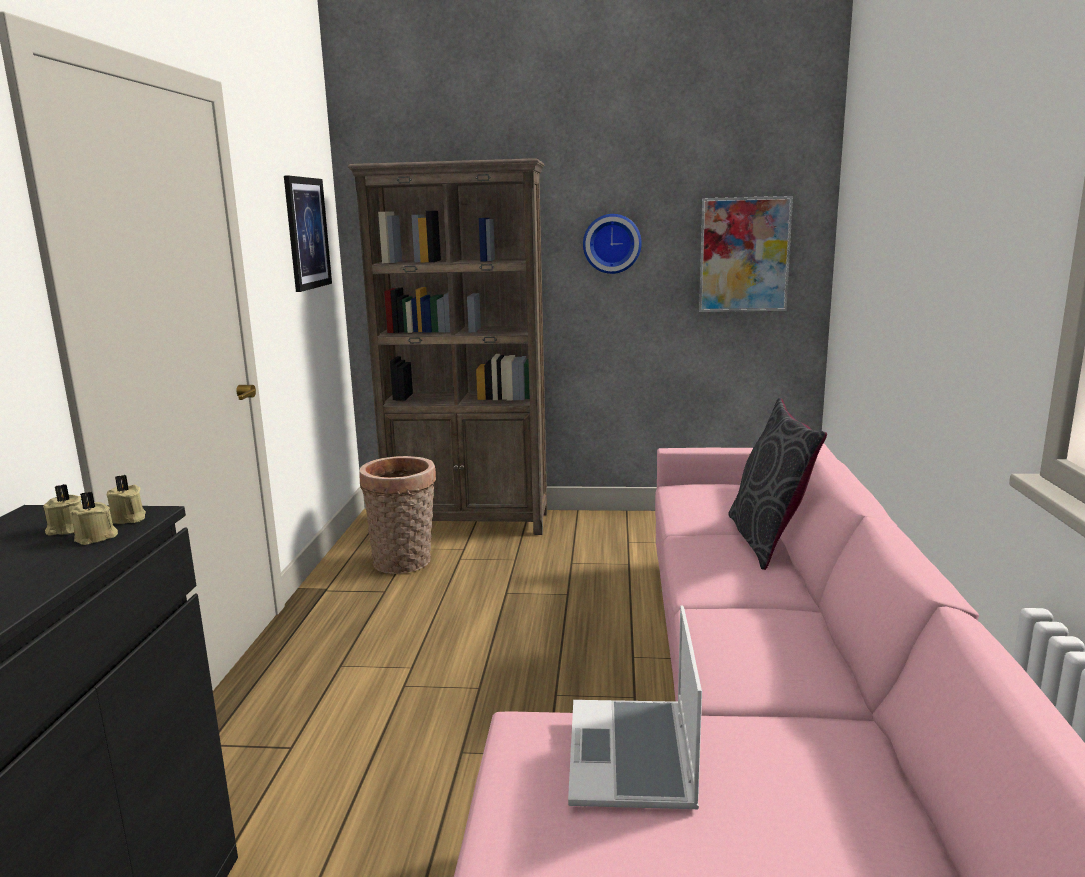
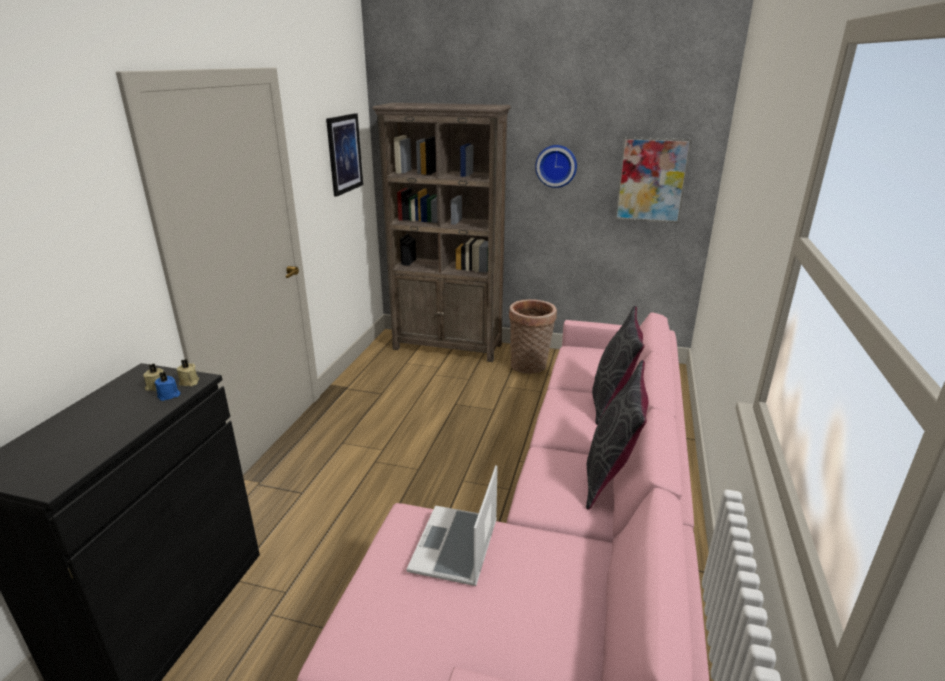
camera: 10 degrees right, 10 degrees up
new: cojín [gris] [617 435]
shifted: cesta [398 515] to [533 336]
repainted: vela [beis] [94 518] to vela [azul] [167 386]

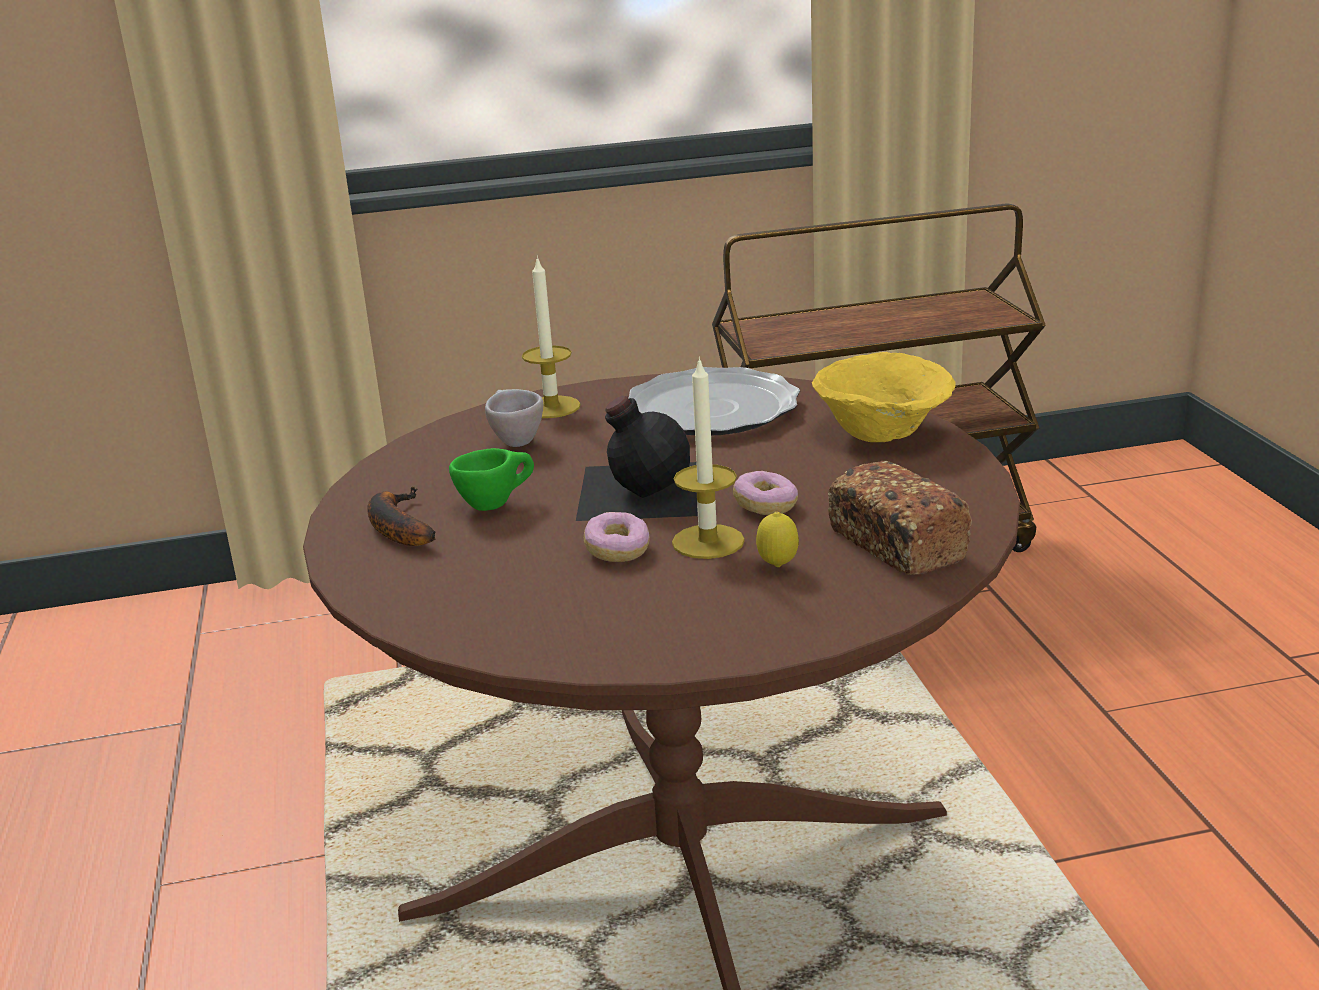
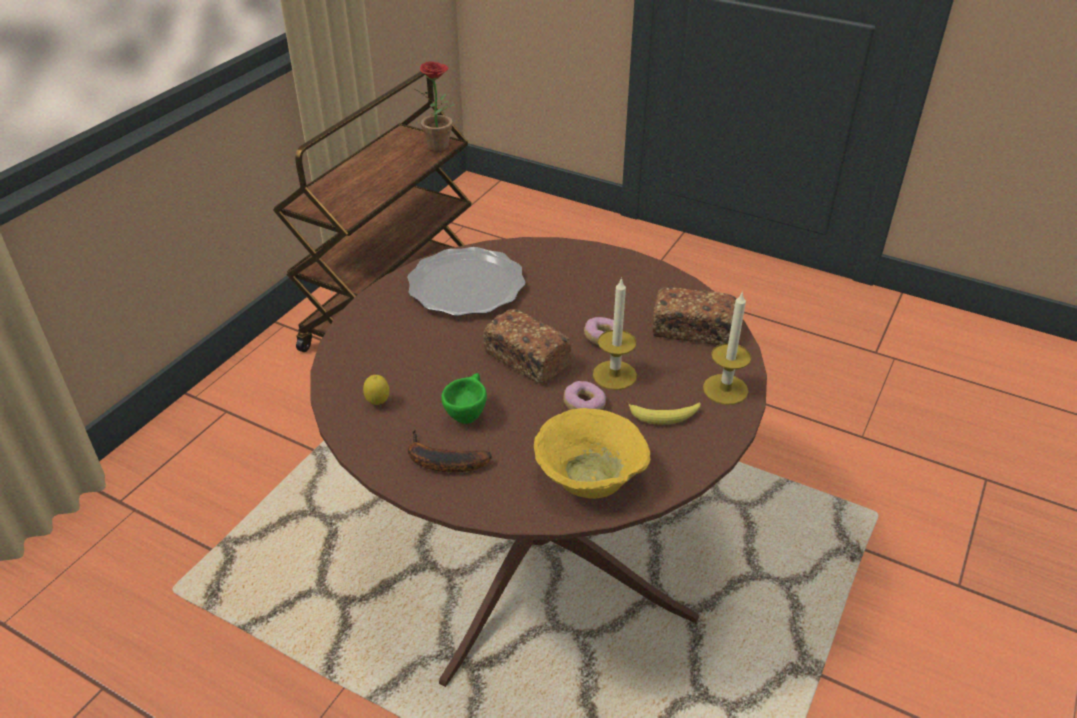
camera: 50 degrees left, 15 degrees up
gone: taza [beis] [514 418]
new: planta en maceta [435 106]; plátano [663 413]
shifted: vela [551 337] to [727 348]; limón [777 539] to [376 390]; cuenco [amarillo] [884 397] to [592 453]
swapped: botella [negro] [637 458] to pan [527 346]

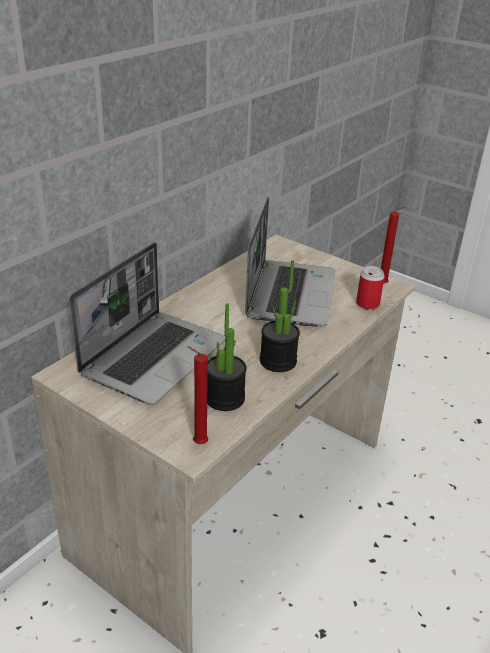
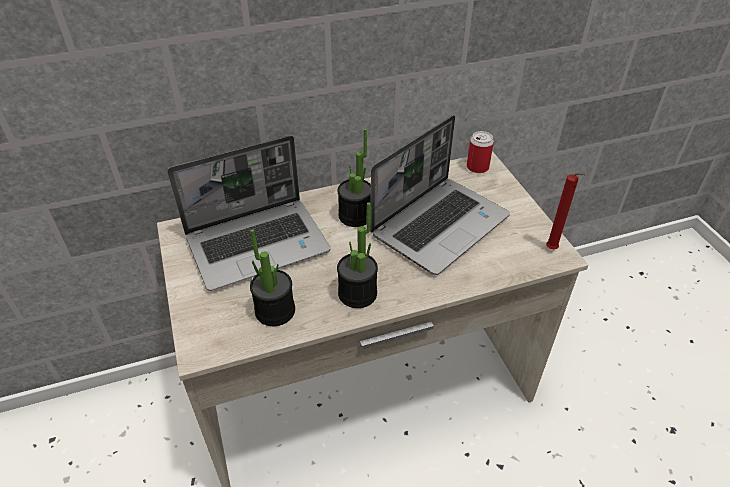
camera: 35 degrees right, 10 degrees up
gone: vela [rojo] [197 395]
new: planta en maceta [354 178]
shifted: lata [370 288] to [480 152]

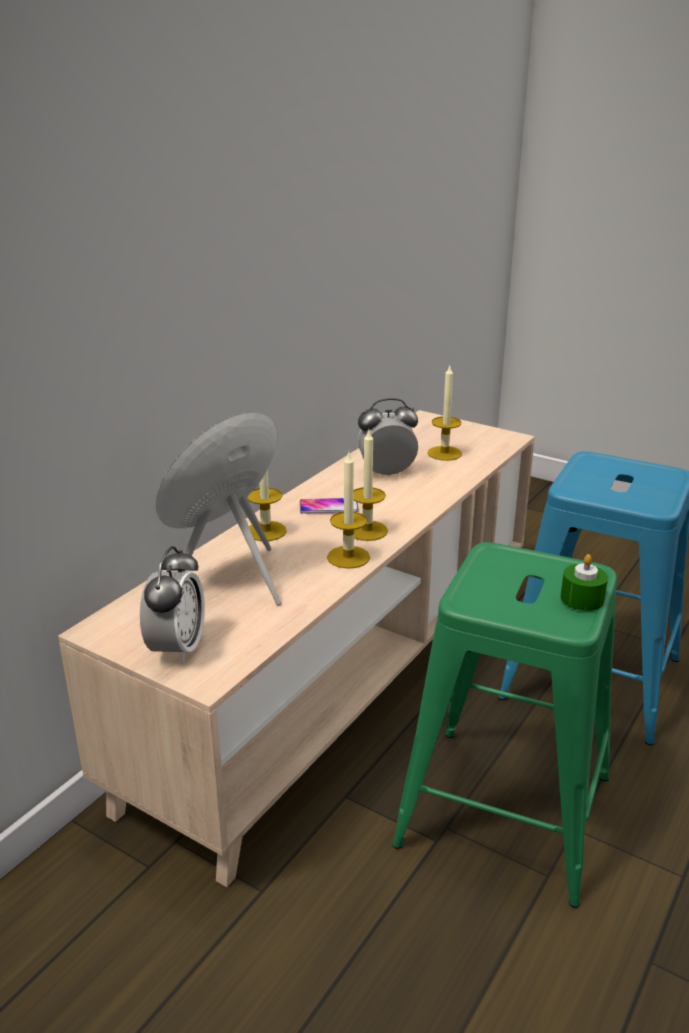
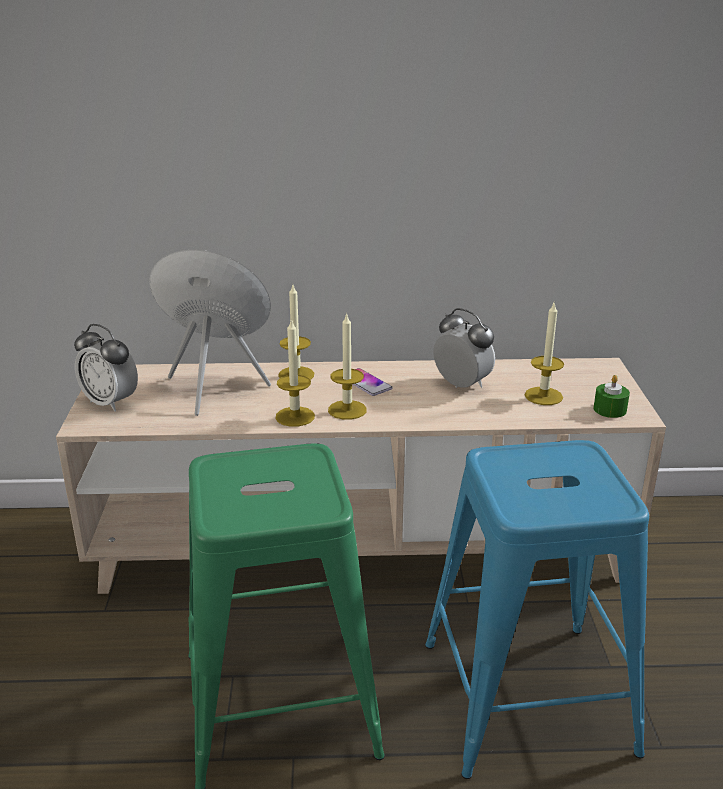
camera: 55 degrees right, 0 degrees up
shifted: vela [verde] [584 582] to [611 396]
rotated: despertador [172 605] = [106 368] 60 degrees clockwise

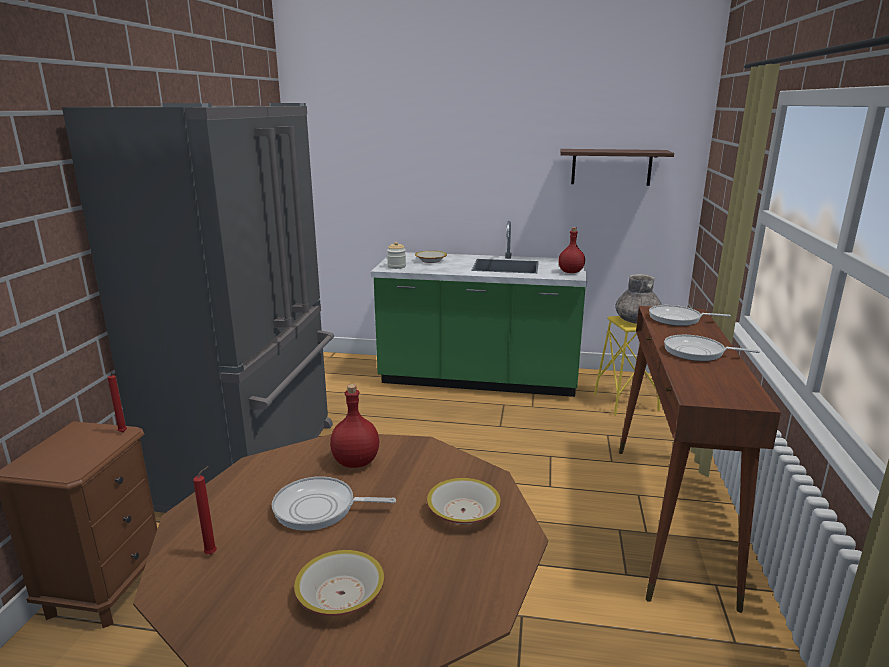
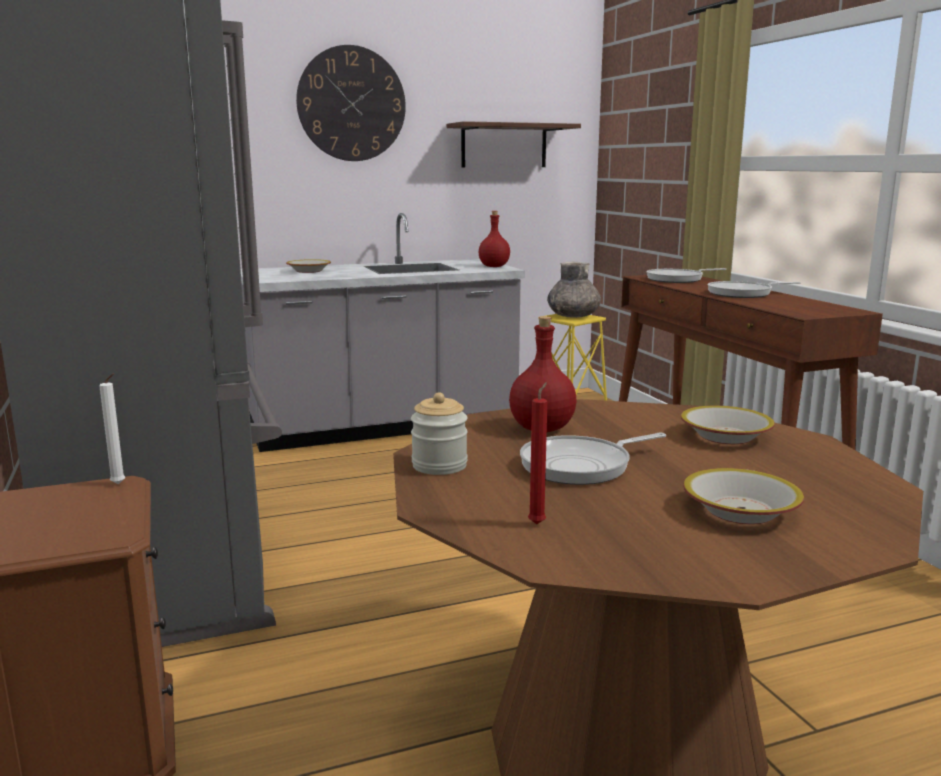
camera: 30 degrees left, 5 degrees down
new: reloj de pared [351 103]
shifted: tarro [396 255] to [439 433]
repainted: vela [rojo] [117 402] to vela [blanco] [112 429]; mueble bajo de cocina [verde] [479 309] to mueble bajo de cocina [gris] [383 332]

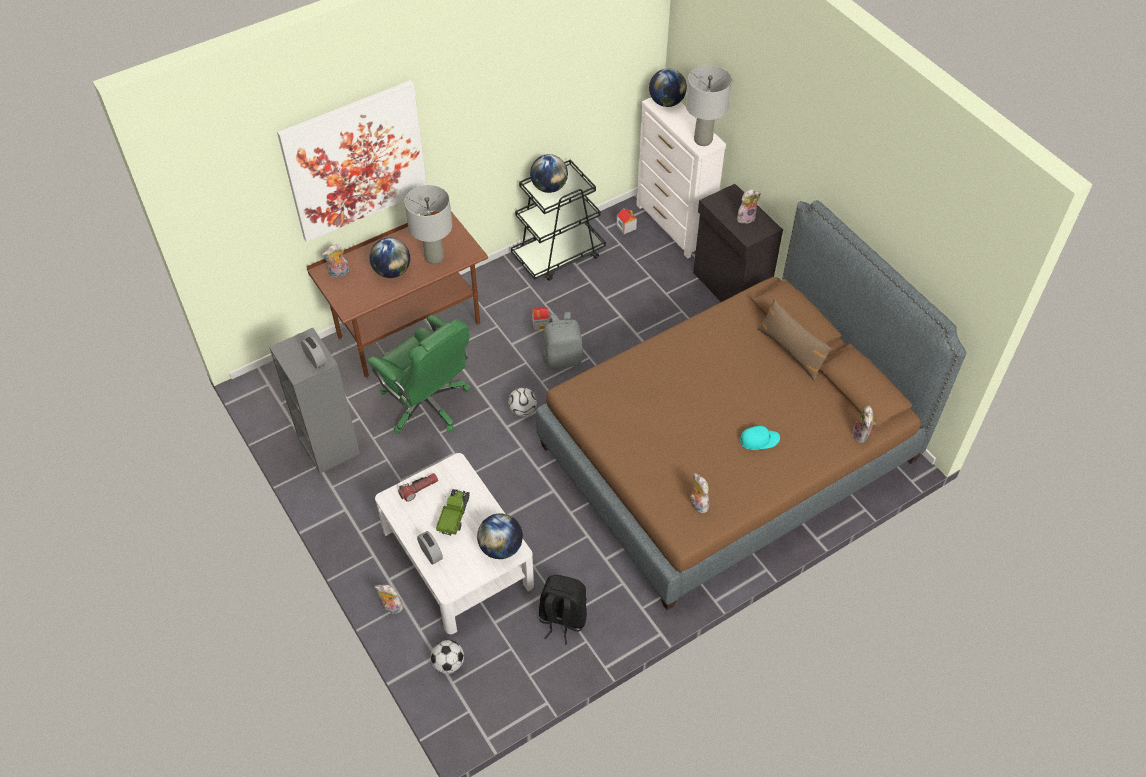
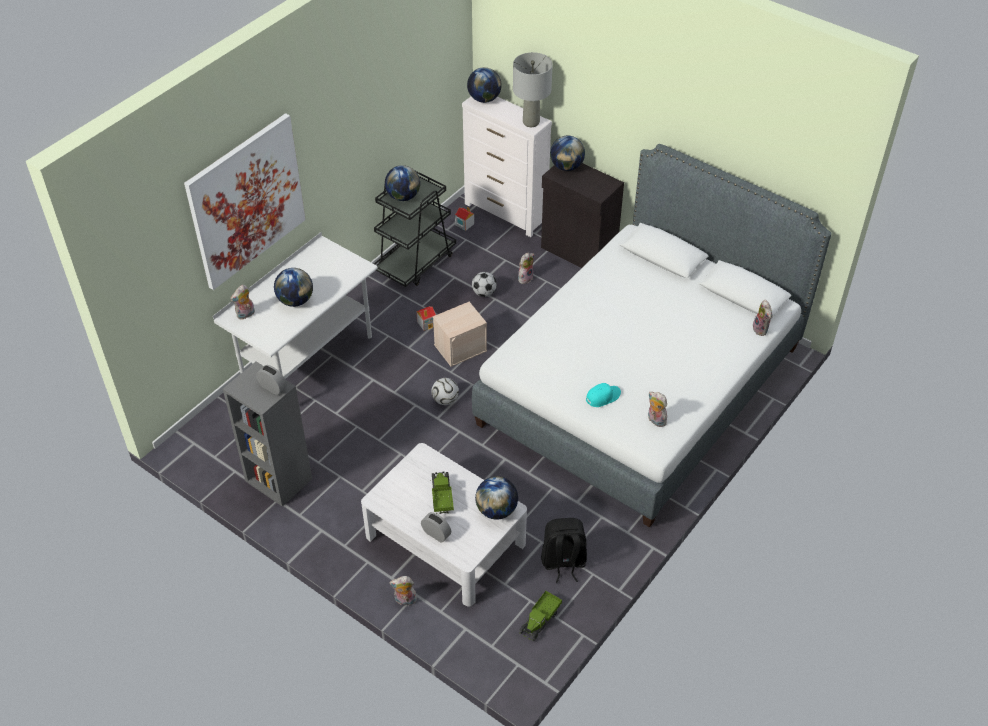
camera: 20 degrees left, 5 degrees down
gone: silla de oficina [verde] [419 374]; linterna [418 487]; lámpara de mesa [gris] [428 224]; cojín [marrón] [795 340]
new: camión de juguete [541 616]; globo terráqueo [567 153]
shifted: balón de fútbol [447 657] to [484 284]; peluche [749 206] to [526 268]; gorra [turquesa] [759 438] to [603 395]
swapped: mochila [gris] [563 340] to caja de almacenaje [beis] [460 334]
repainted: escritorio [marrón] [397 295] to escritorio [blanco] [295 305]; cama [marrón] [751 405] to cama [blanco] [652 336]

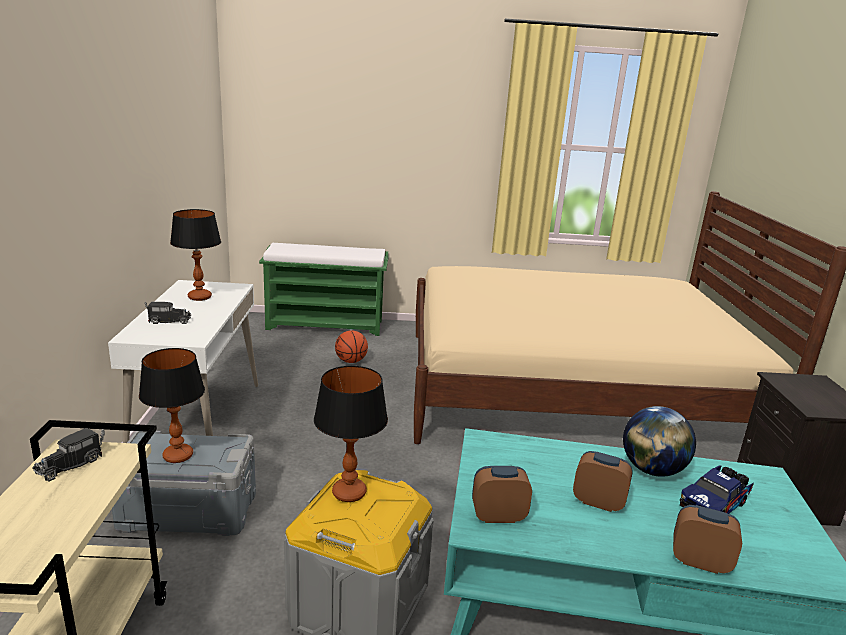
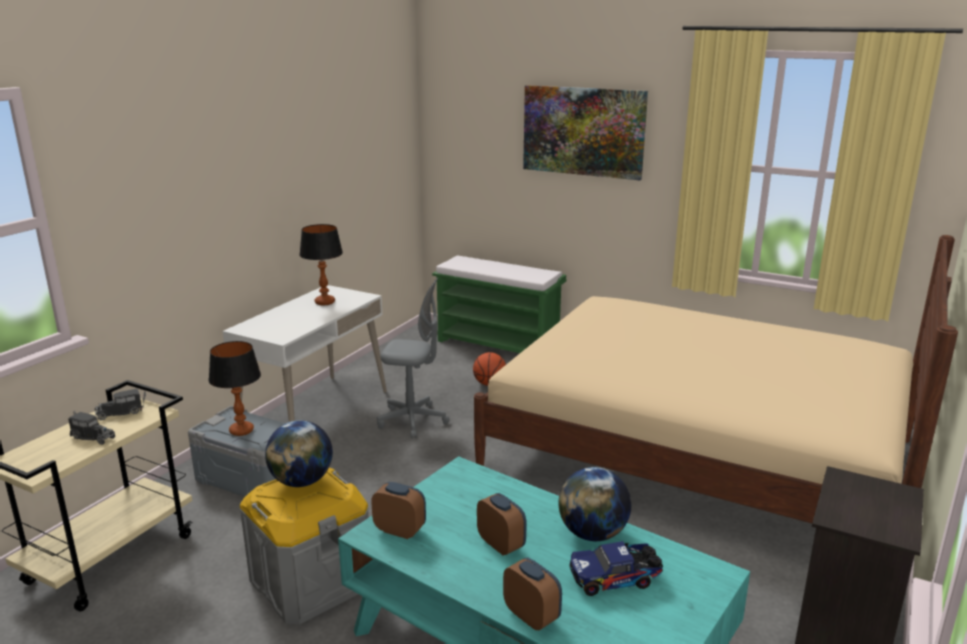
camera: 30 degrees right, 0 degrees up
new: silla de oficina [gris] [413 358]; cuadro [585 133]
shifted: camión de juguete [168 313] to [91 428]
swapped: lámpara de mesa [351 434] to globo terráqueo [299 453]

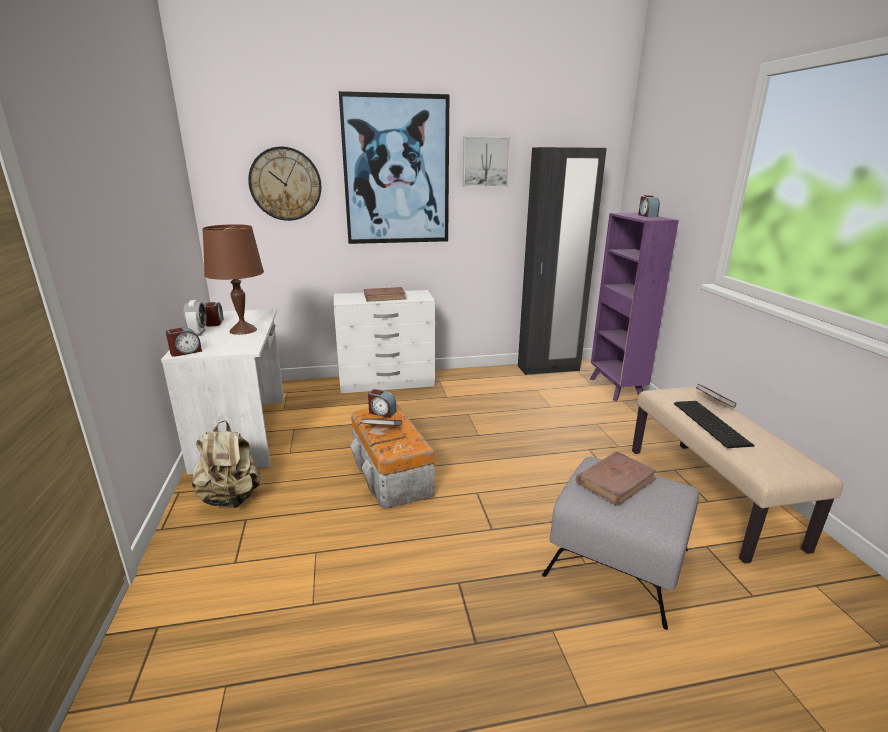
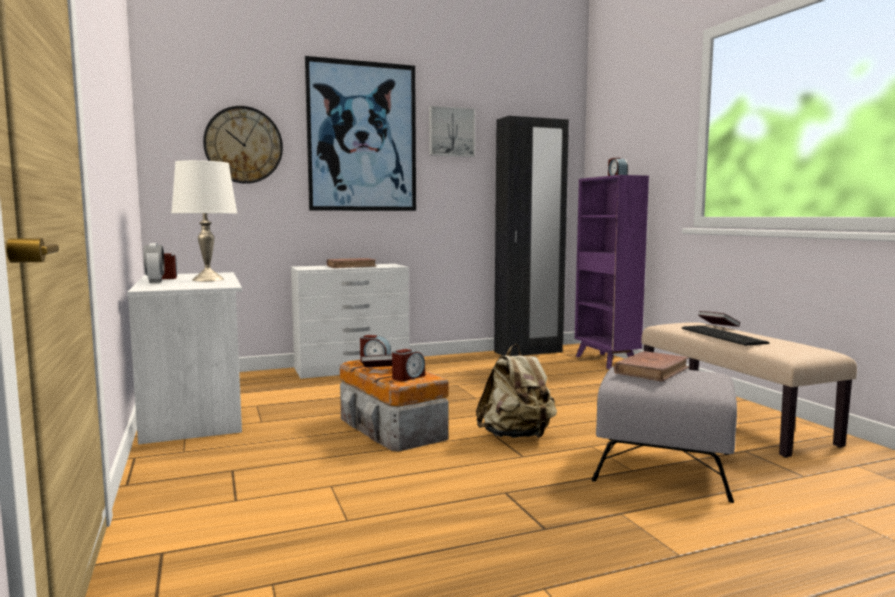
camera: 10 degrees left, 15 degrees down
shifted: despertador [184 342] to [408 365]; mochila [beis] [226 464] to [516 391]
repainted: lámpara de mesa [marrón] [233 279] to lámpara de mesa [blanco] [204 220]

